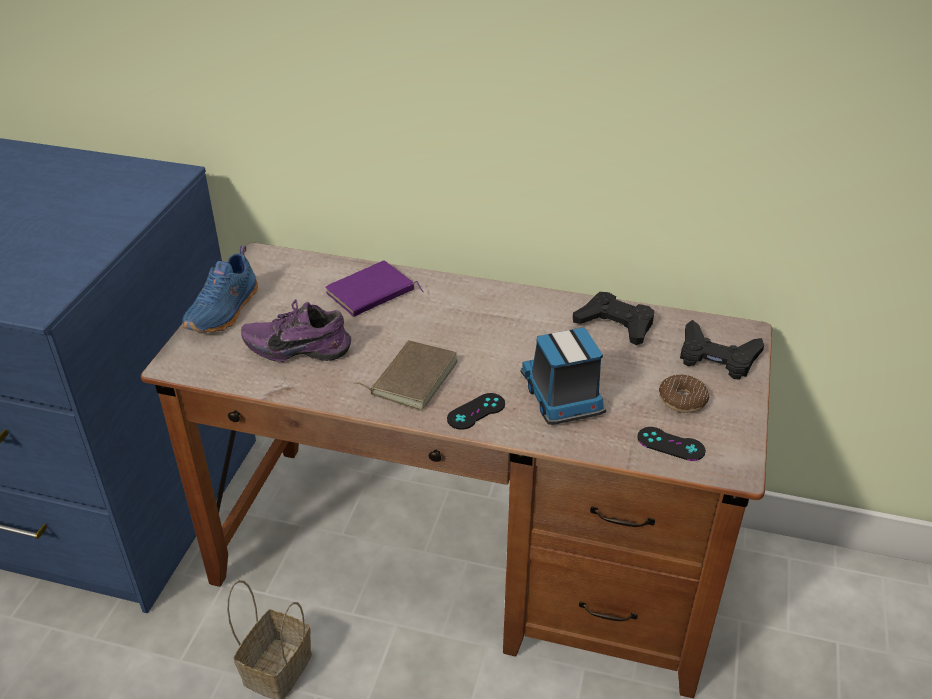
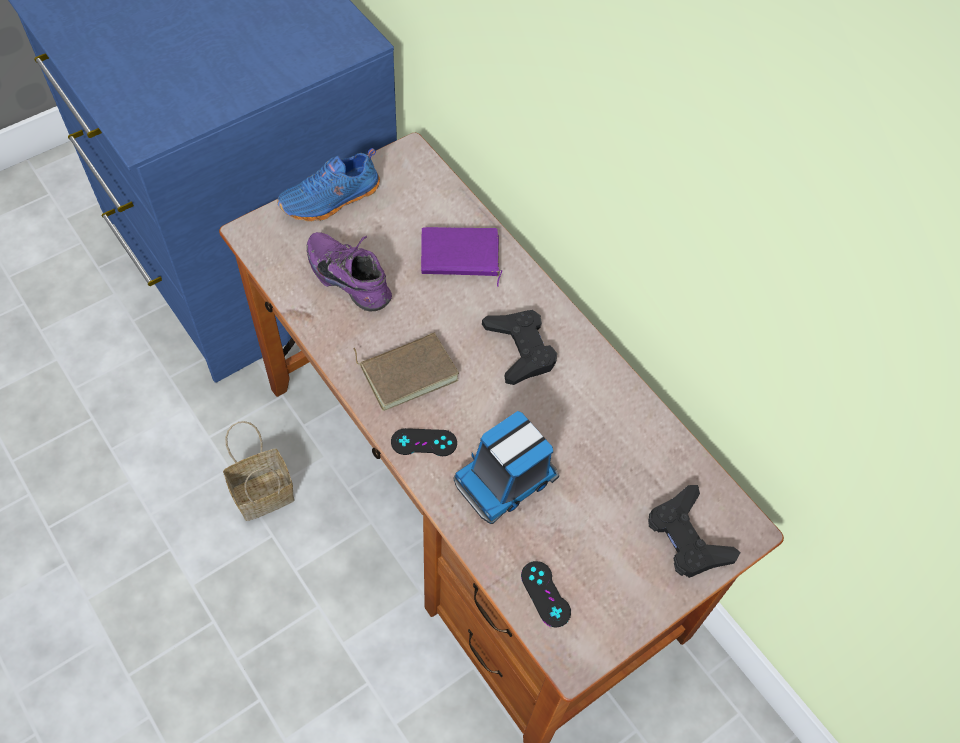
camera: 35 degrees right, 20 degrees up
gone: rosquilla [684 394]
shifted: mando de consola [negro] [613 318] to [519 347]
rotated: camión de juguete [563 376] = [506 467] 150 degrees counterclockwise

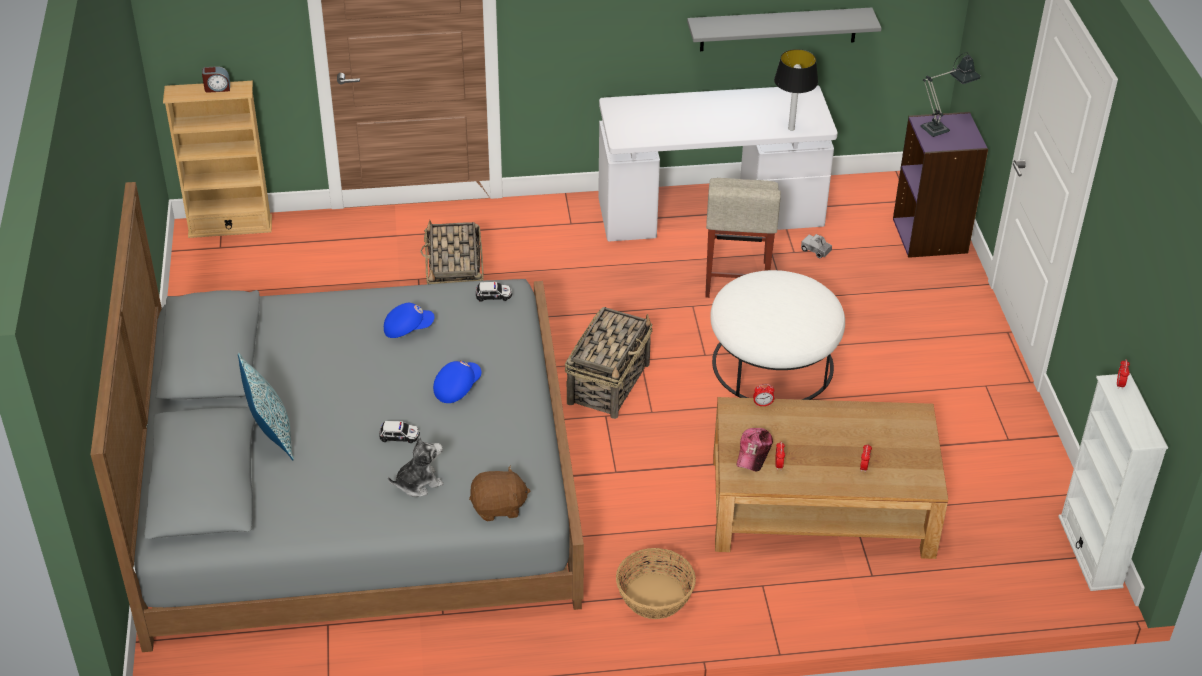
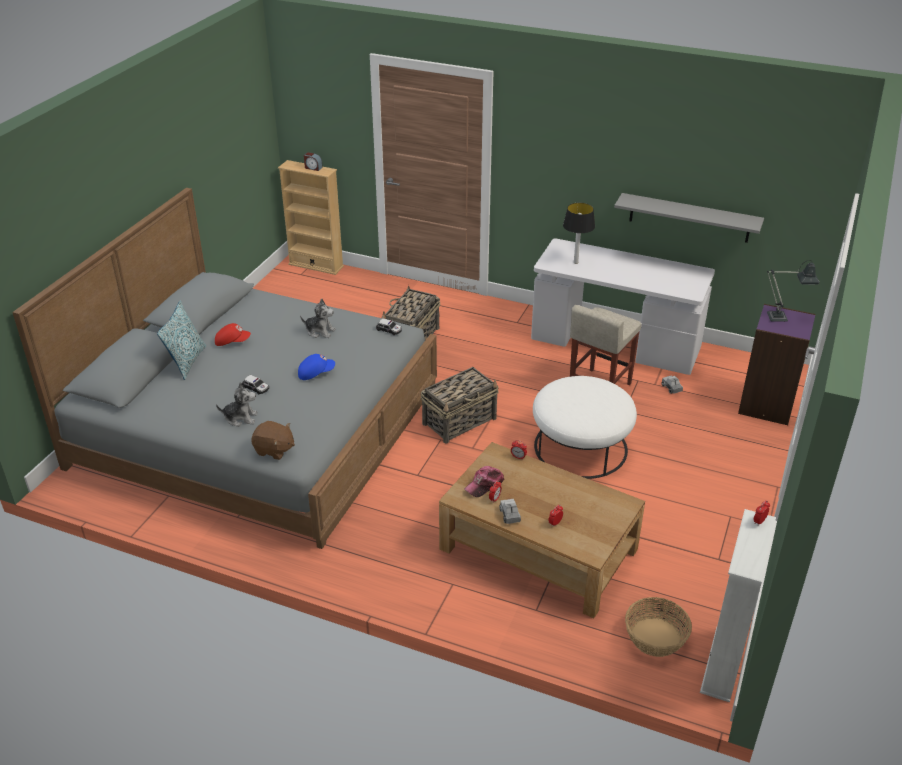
camera: 30 degrees right, 5 degrees down
new: gorra [rojo] [233 334]; camión de juguete [510 511]
shifted: cesta [656 583] to [658 627]; lámpara de mesa [796 90] to [579 233]
swapped: gorra [azul] [409 320] to peluche [318 318]

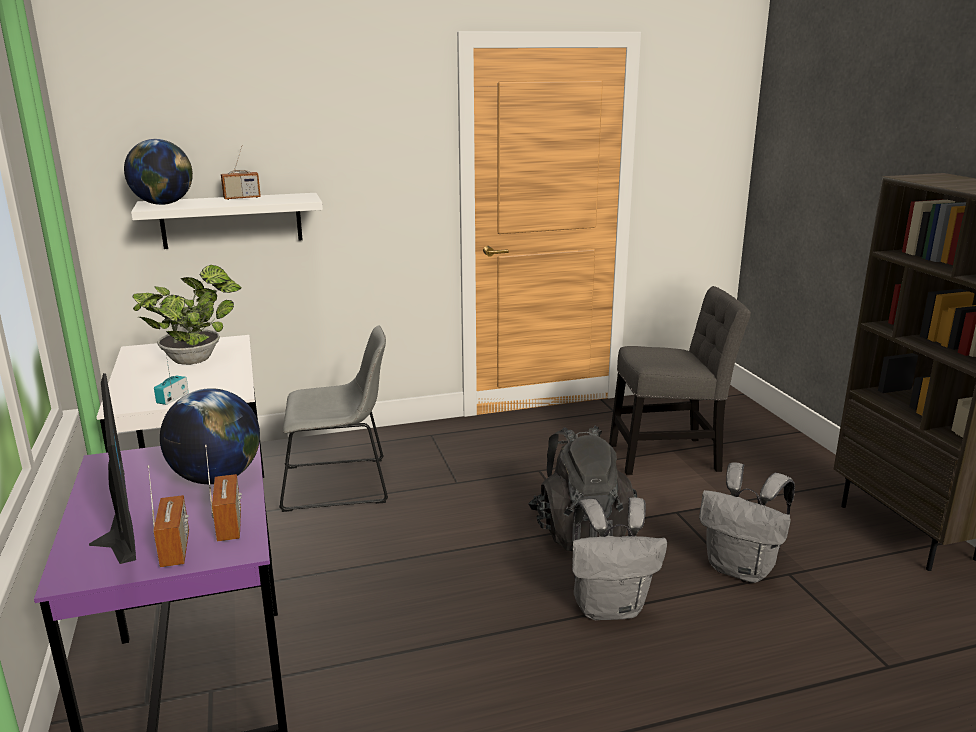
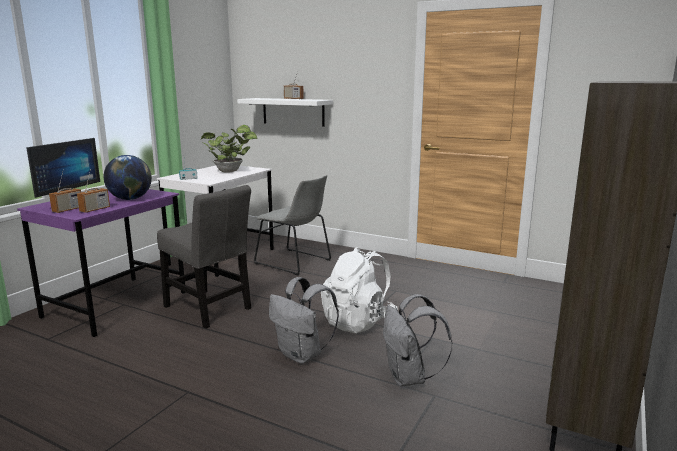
camera: 45 degrees right, 5 degrees down
gone: globo terráqueo [158 172]
shifted: silla [gris] [680 380] to [204 256]
repainted: mochila [negro] [582 488] to mochila [blanco] [359 290]

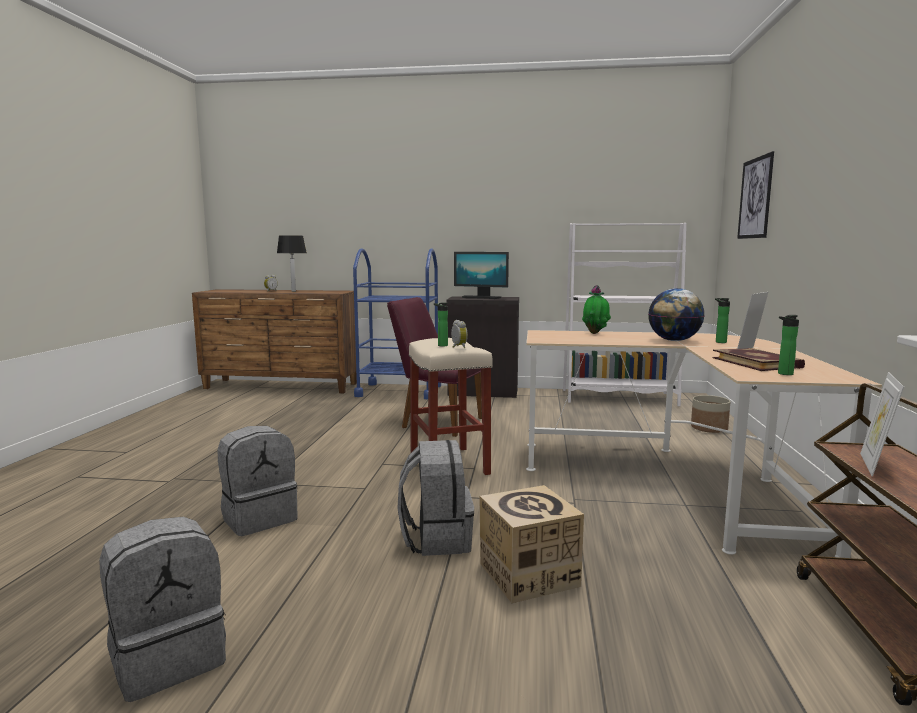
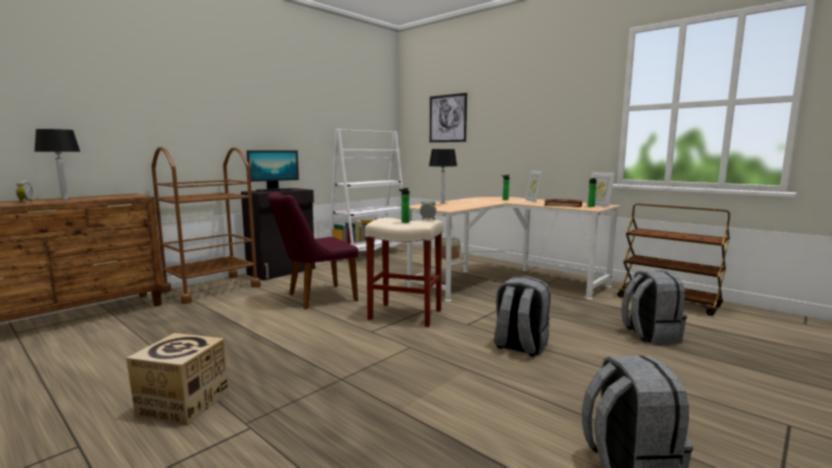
camera: 55 degrees left, 0 degrees up
gone: globo terráqueo [676 314]
shifted: mochila [gris] [258 481] to [654 307]; caja de cartón [531 544] to [177 379]; portarretratos [882 424] to [600 189]
swapped: planta en maceta [596 309] to lámpara de mesa [443 176]
repainted: carrito [azul] [397 324] to carrito [marrón] [206 225]

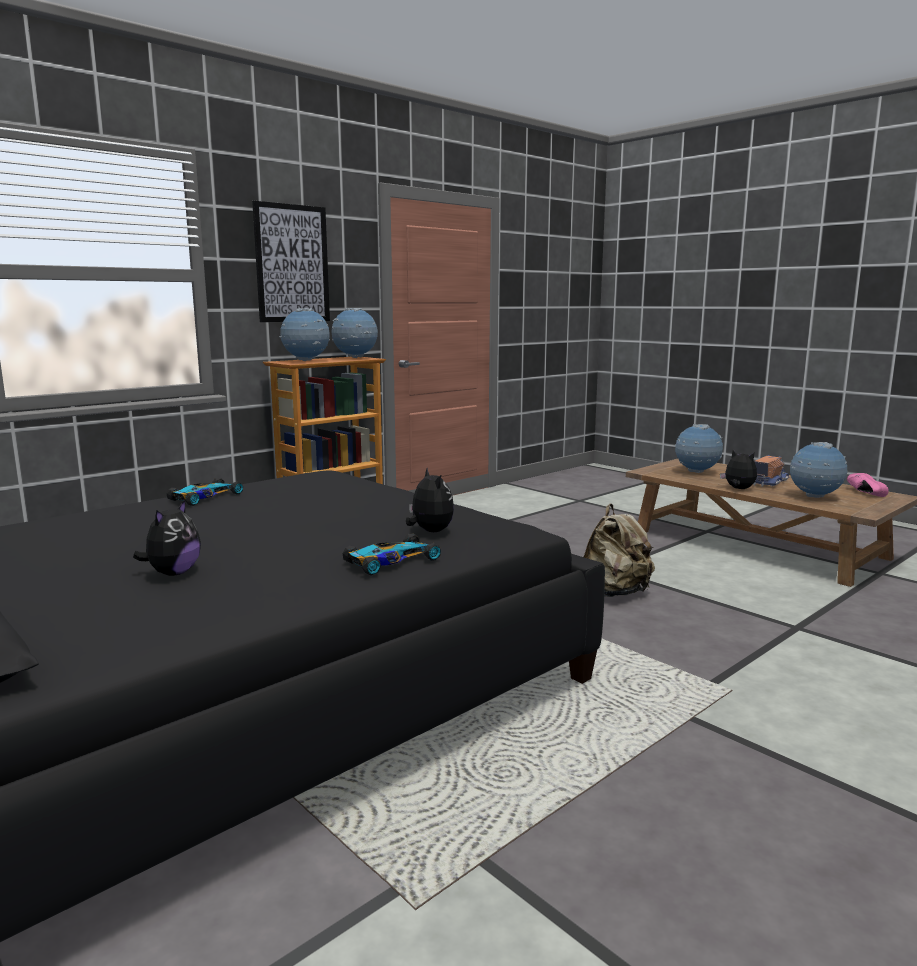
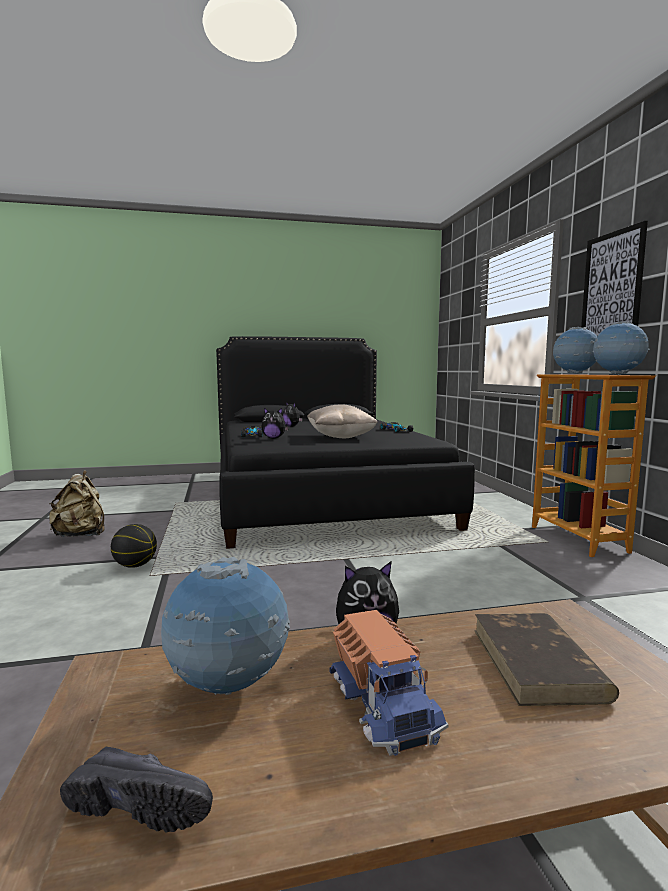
camera: 120 degrees right, 5 degrees down
new: balón de baloncesto [134 546]; cojín [beis] [342 421]
shifted: mochila [beis] [619 550] to [77 503]
swapped: globo terráqueo [699 448] to libro [marrón] [546 659]
repainted: zapato [rosa] [868 485] to zapato [negro] [136 789]

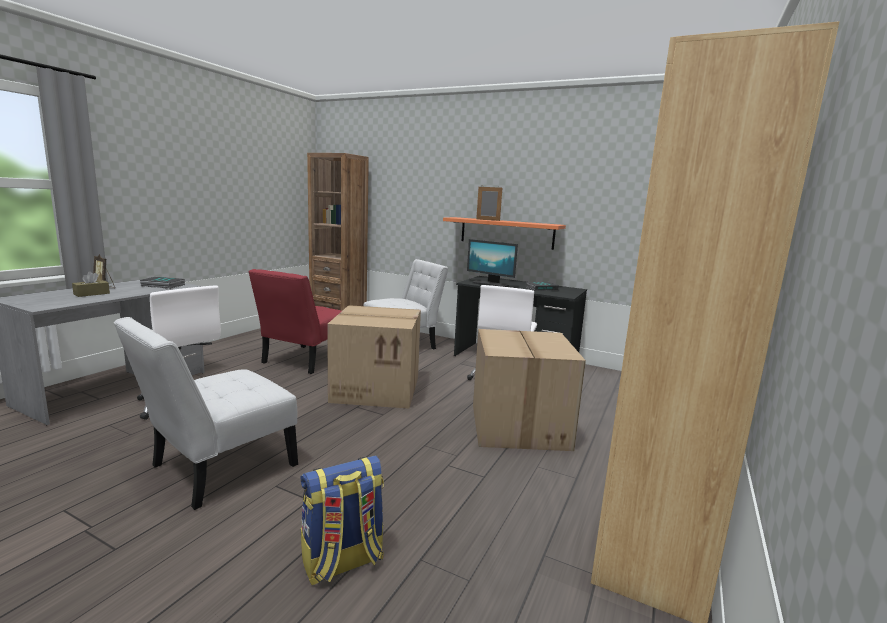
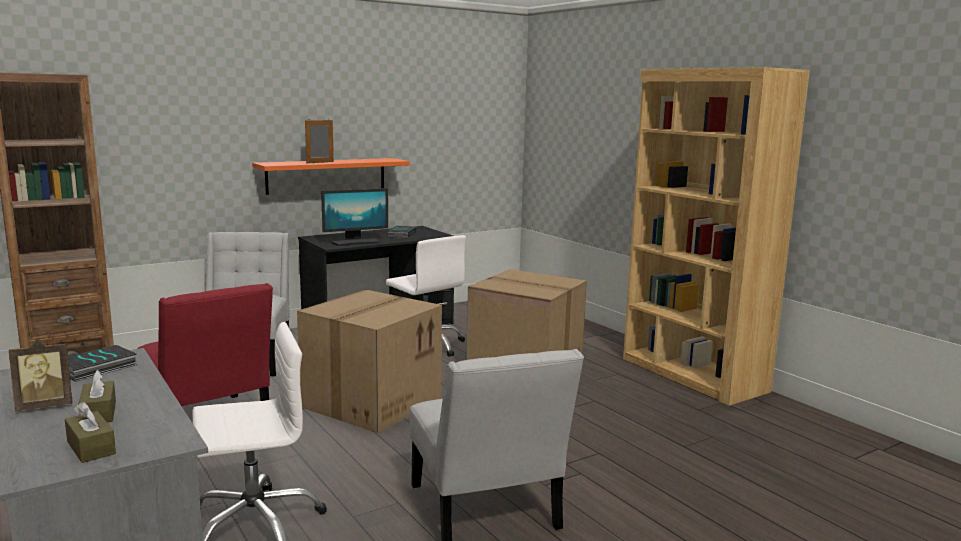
camera: 60 degrees left, 0 degrees up
gone: mochila [342 520]
new: caja de pañuelos [marrón] [90 432]

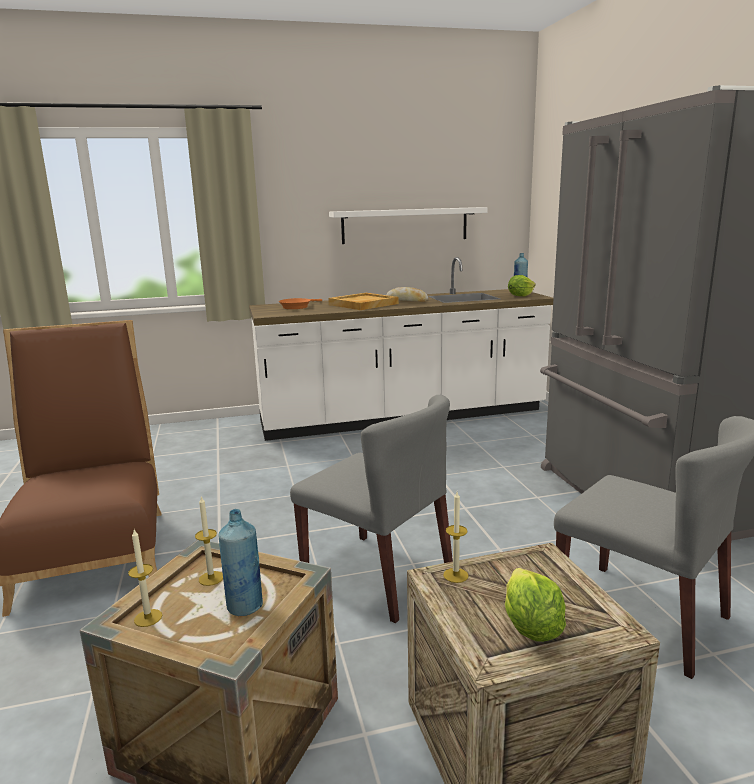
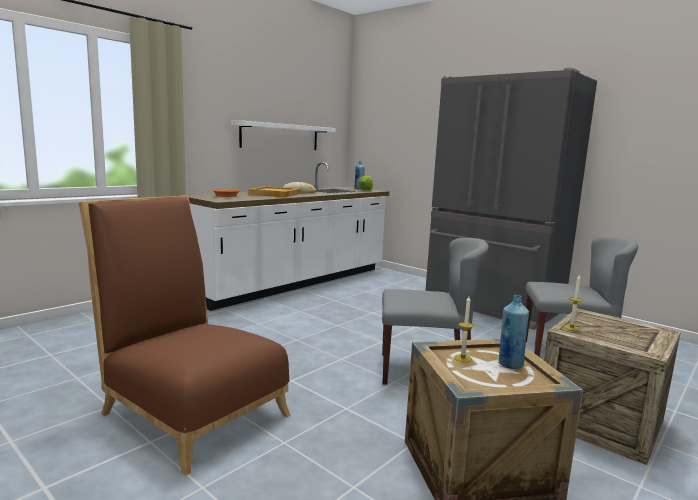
camera: 35 degrees left, 5 degrees down
gone: vela [145 578]; lechuga [535 605]

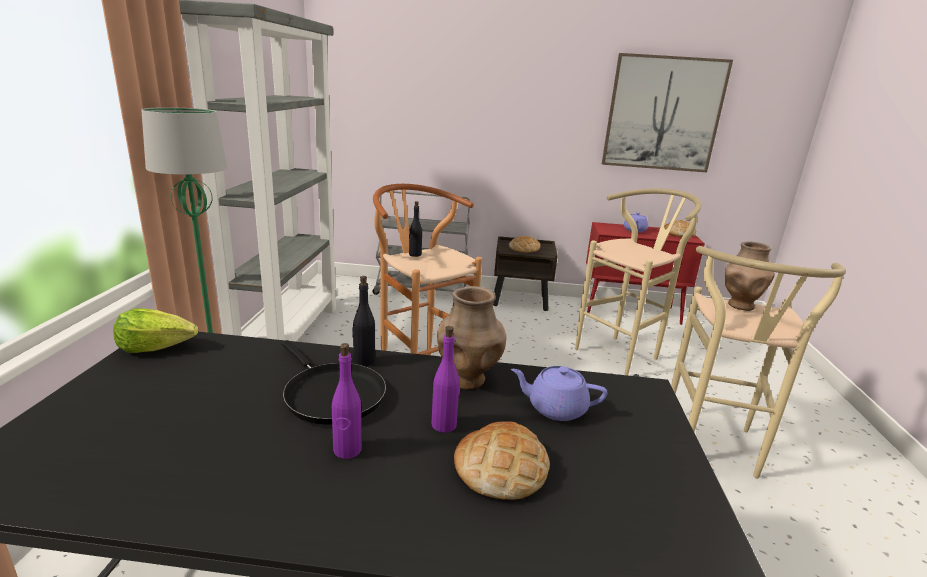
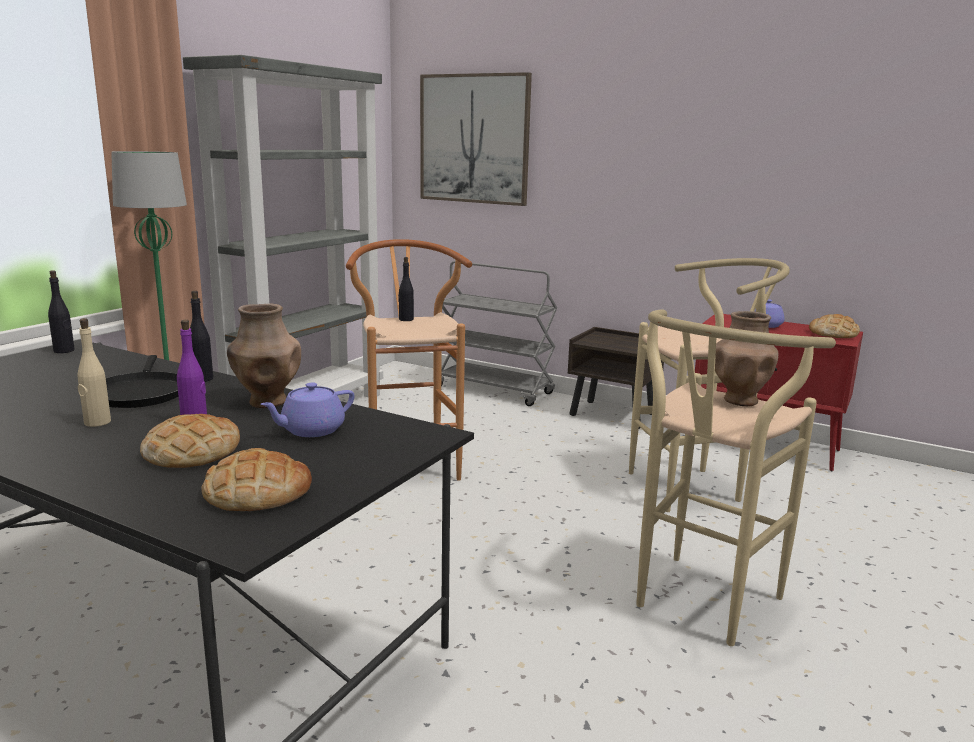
camera: 25 degrees right, 5 degrees down
shifted: pan [524 244] to [256 479]; cuadro [667 112] to [476 139]
swapped: lechuga [155 330] to botella [negro] [61 311]
repainted: botella [morado] [347 401] to botella [beis] [94 372]
rotated: tetera [morado] [559 393] = [307 409] 75 degrees counterclockwise

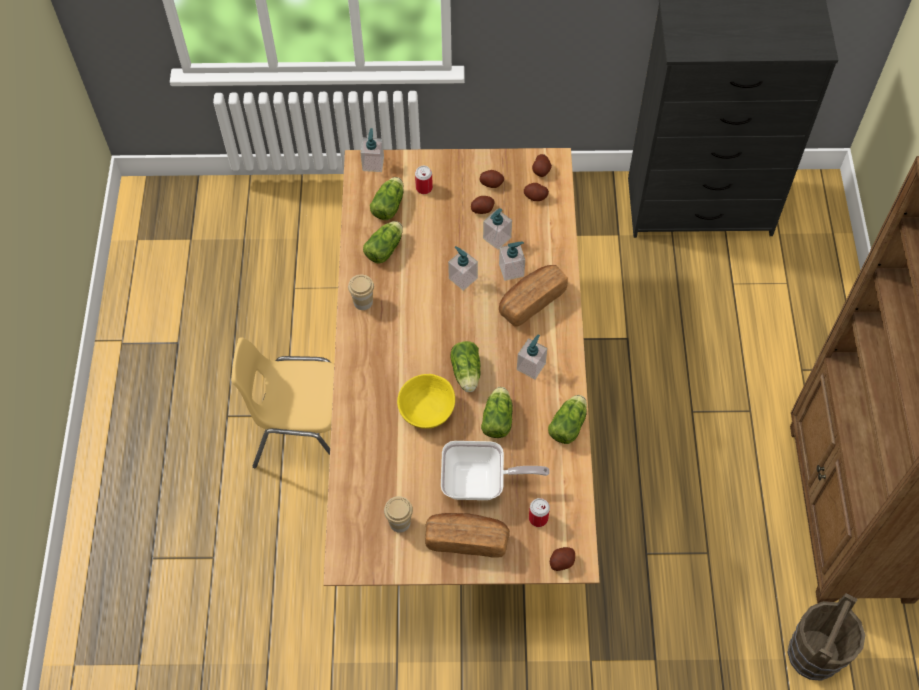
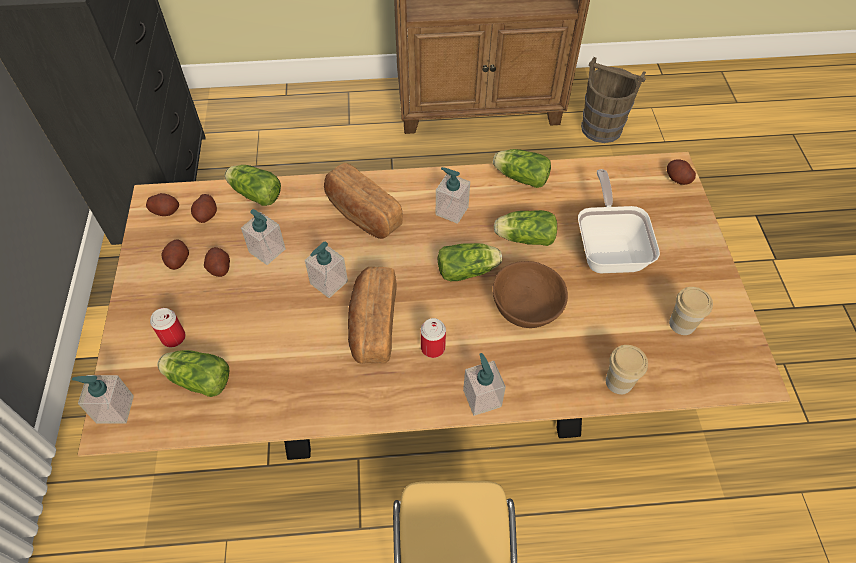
camera: 95 degrees left, 5 degrees down
shifted: taza [361 292] to [627 369]; lechuga [383 242] to [253 185]; pan [467 535] to [372 315]; dispensador de jabón [512 261] to [484 384]; lata [539 512] to [433 338]
repainted: cuenco [amarillo] [426 401] to cuenco [marrón] [530 294]

